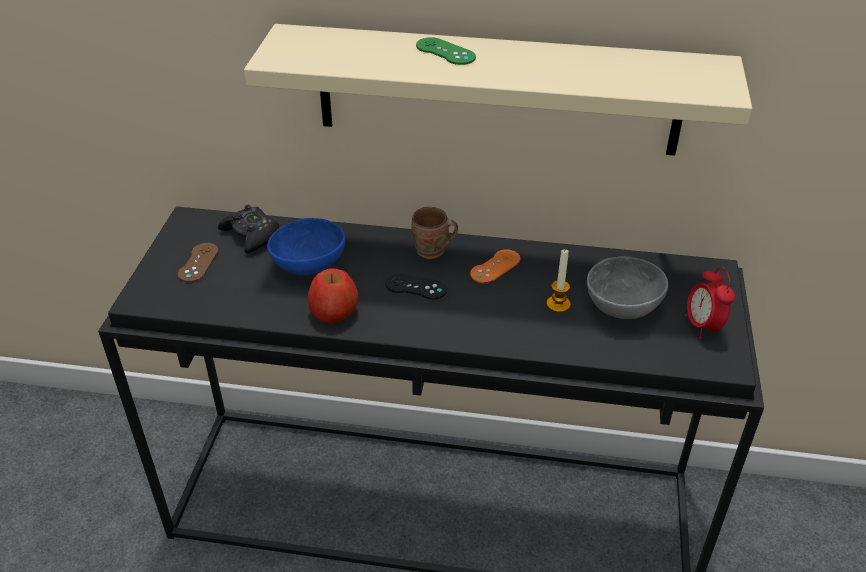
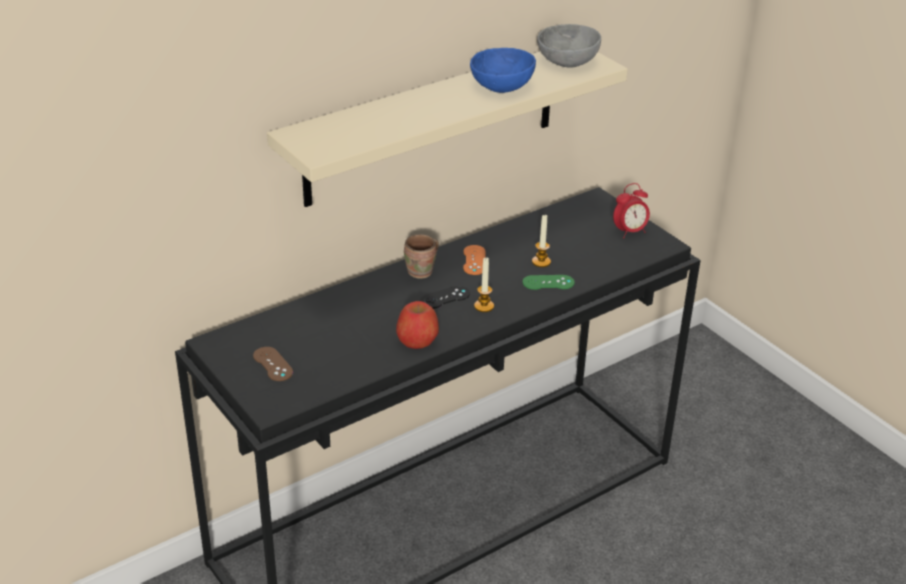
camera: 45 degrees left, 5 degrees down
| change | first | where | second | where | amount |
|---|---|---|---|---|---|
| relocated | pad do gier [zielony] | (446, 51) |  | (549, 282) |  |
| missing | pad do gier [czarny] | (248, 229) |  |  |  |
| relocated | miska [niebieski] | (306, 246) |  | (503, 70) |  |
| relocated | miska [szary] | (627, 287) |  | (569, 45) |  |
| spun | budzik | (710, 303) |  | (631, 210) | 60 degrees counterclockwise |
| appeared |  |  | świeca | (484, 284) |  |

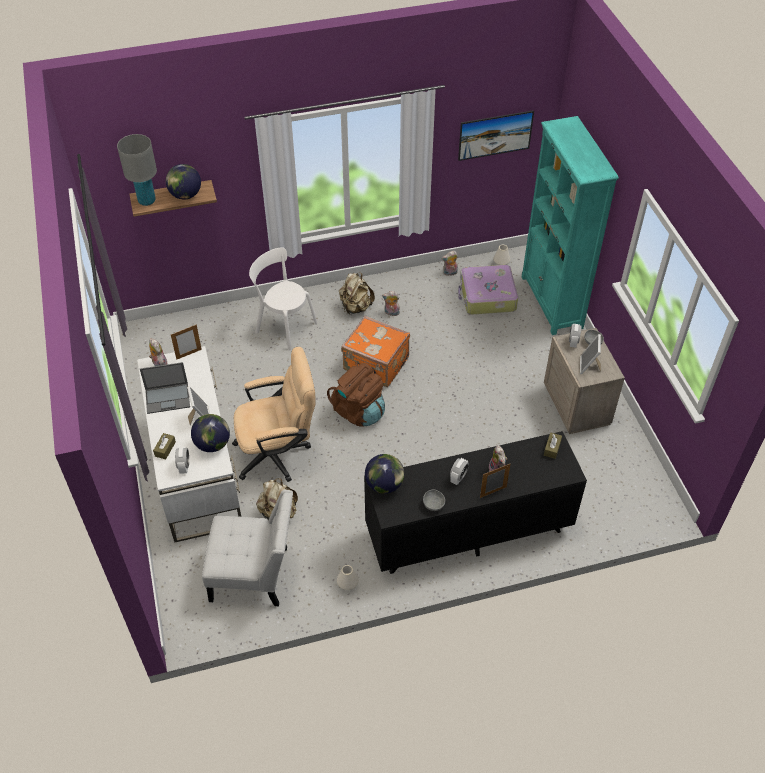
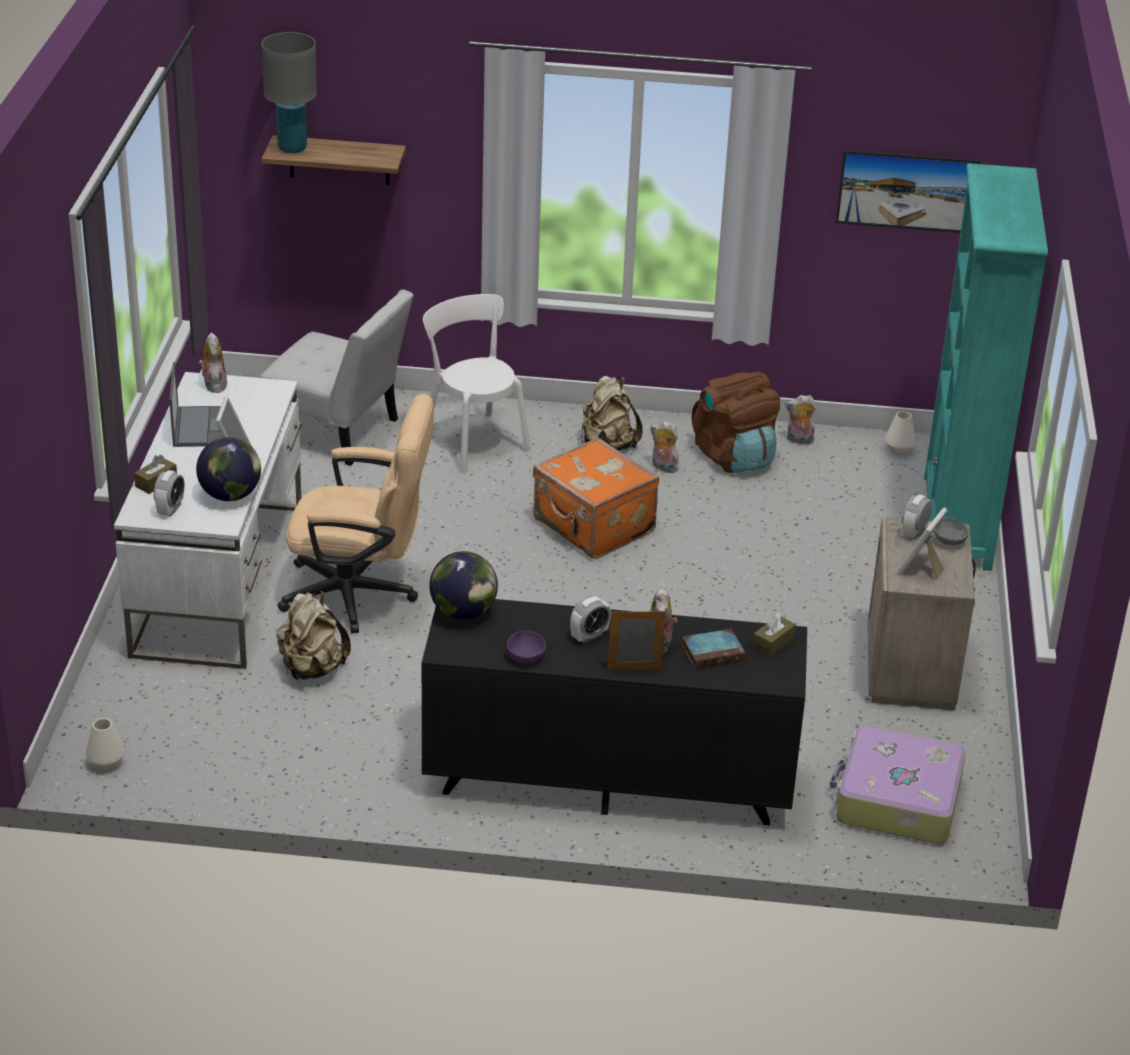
camera: 20 degrees right, 15 degrees down
| change | first | where | second | where | amount |
|---|---|---|---|---|---|
| missing | globus | (183, 182) |  |  |  |
| relocated | walizka | (488, 290) |  | (898, 785) |  |
| missing | ramka na zdjęcie | (186, 342) |  |  |  |
| spun | laptop | (165, 388) |  | (196, 404) | 105 degrees counterclockwise |
| relocated | plecak [brązowy] | (356, 394) |  | (736, 422) |  |
| relocated | krzesło [biały] | (247, 548) |  | (336, 378) |  |
| colour | miska [szary] | (434, 500) | miska [fioletowy] | (526, 647) |  |
| relocated | wazon [biały] | (348, 577) |  | (105, 744) |  |
| appeared |  |  | książka | (713, 649) |  |

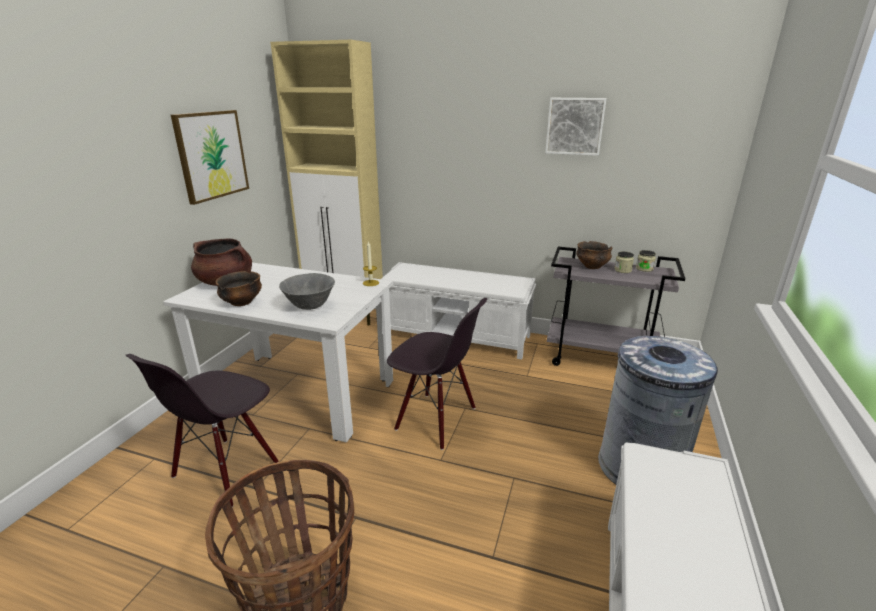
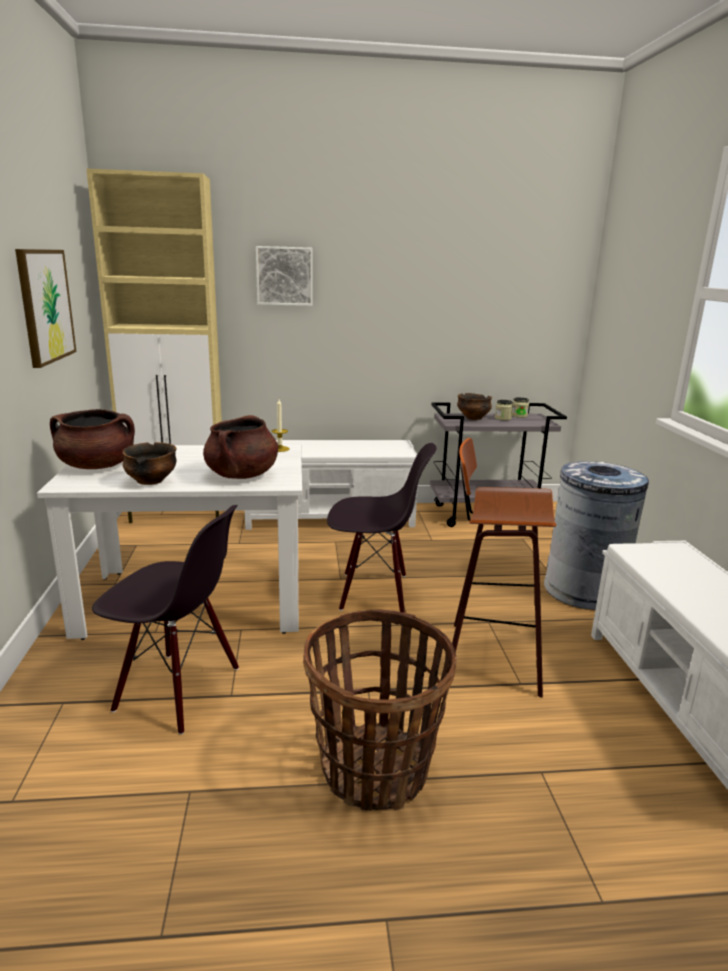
camera: 25 degrees left, 5 degrees down
| change | first | where | second | where | amount |
|---|---|---|---|---|---|
| relocated | obraz | (576, 127) |  | (284, 276) |  |
| exchanged | miska [szary] | (307, 291) | garnek [brązowy] | (240, 447) |  |
| spun | krzesło [czarny] | (202, 431) |  | (165, 620) | 75 degrees counterclockwise |
| appeared |  |  | stołek | (502, 568) |  |

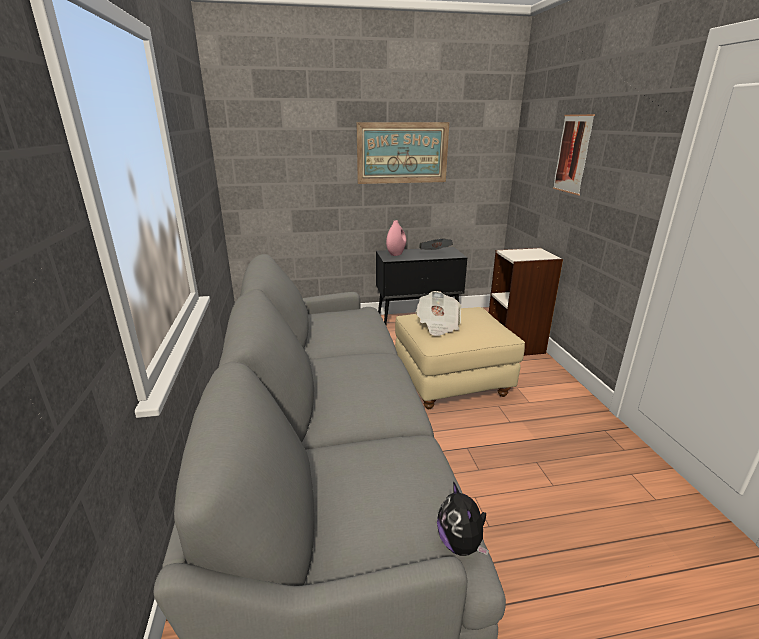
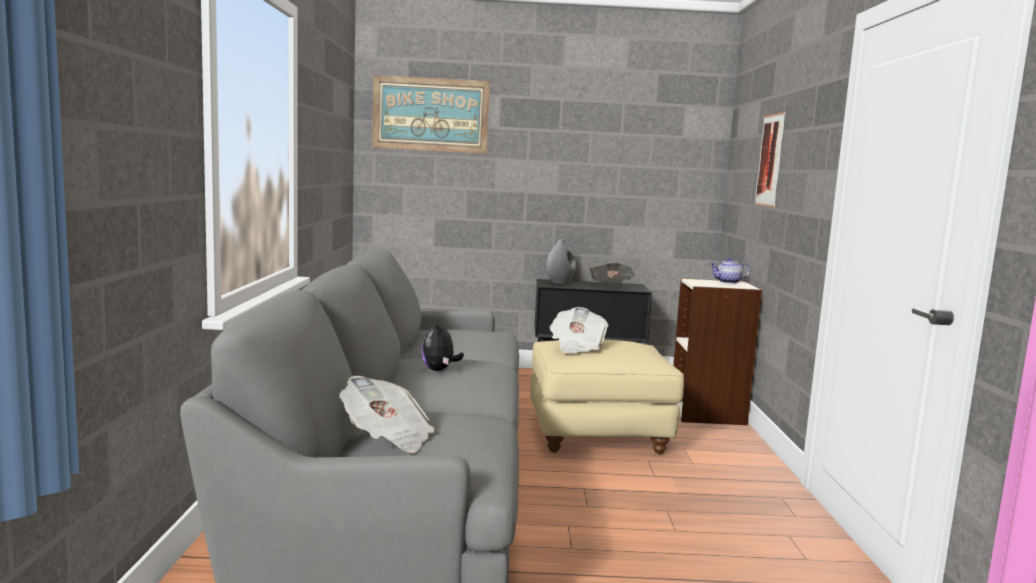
camera: 10 degrees right, 15 degrees down
| change | first | where | second | where | amount |
|---|---|---|---|---|---|
| relocated | obraz | (402, 153) |  | (431, 114) |  |
| colour | wazon [różowy] | (396, 238) | wazon [szary] | (561, 261) |  |
| relocated | pluszak | (463, 518) |  | (442, 346) |  |
| appeared |  |  | imbryk | (730, 270) |  |
| appeared |  |  | gazeta | (387, 414) |  |

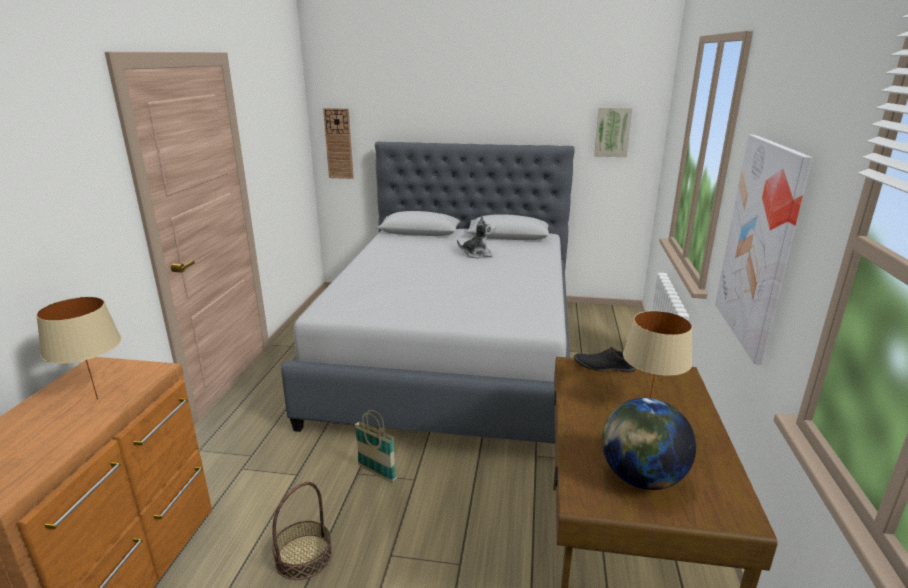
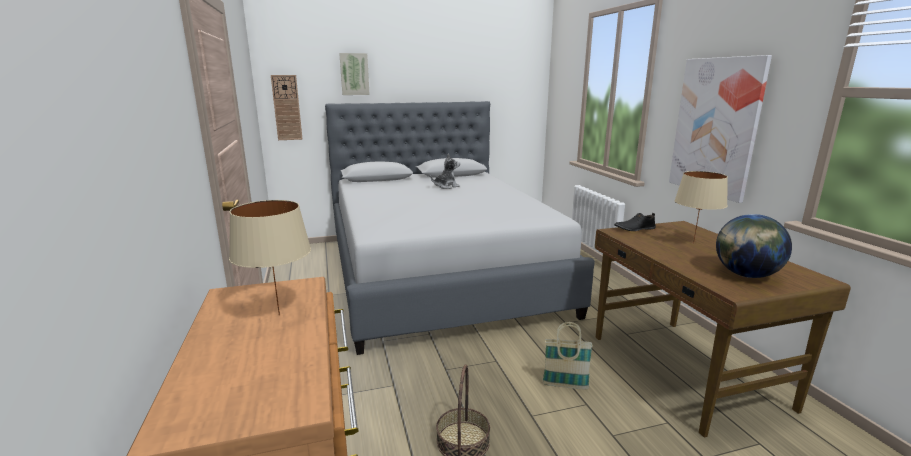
camera: 25 degrees left, 5 degrees down
| change | first | where | second | where | amount |
|---|---|---|---|---|---|
| relocated | obraz | (613, 132) |  | (354, 74) |  |
| relocated | koszyk | (376, 446) |  | (568, 356) |  |

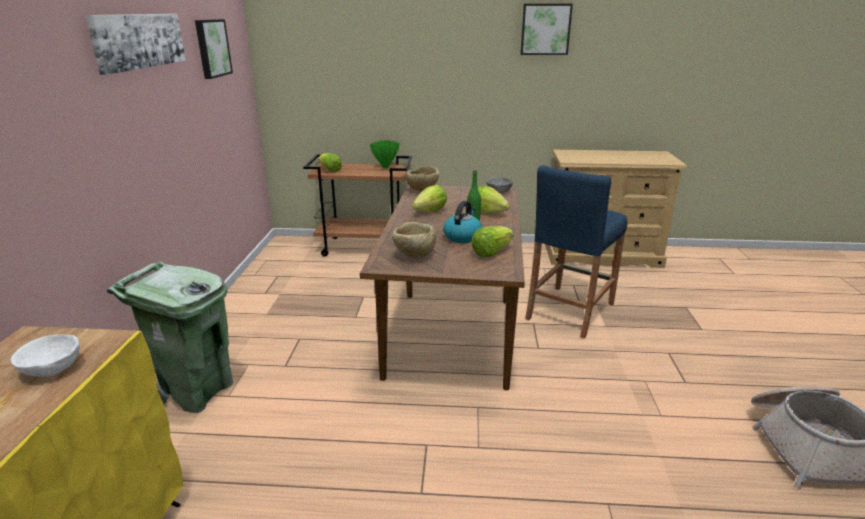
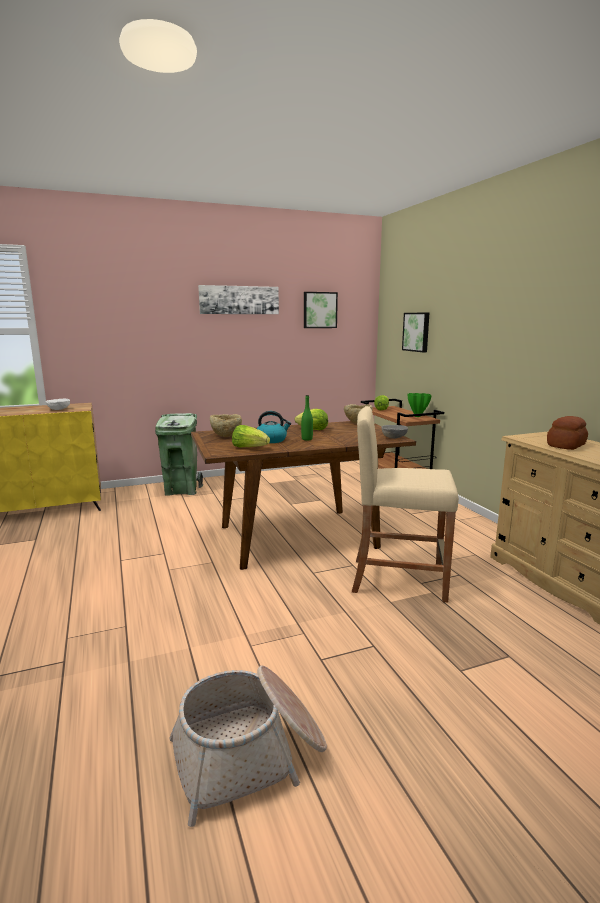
camera: 65 degrees right, 10 degrees down
| change | first | where | second | where | amount |
|---|---|---|---|---|---|
| relocated | obraz | (546, 29) |  | (415, 332) |  |
| colour | stołek [niebieski] | (576, 252) | stołek [beżowy] | (405, 504) |  |
| missing | sałata | (494, 200) |  |  |  |
| appeared |  |  | chleb | (567, 433) |  |

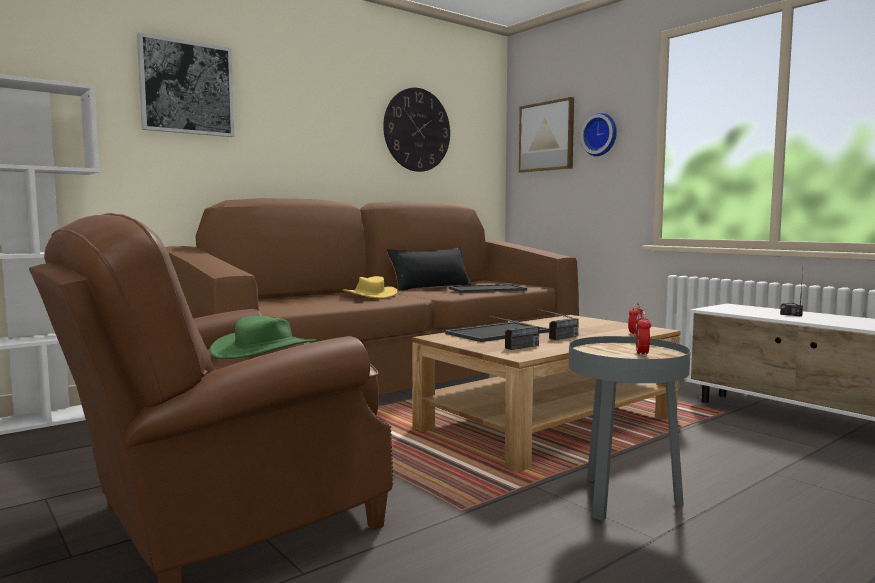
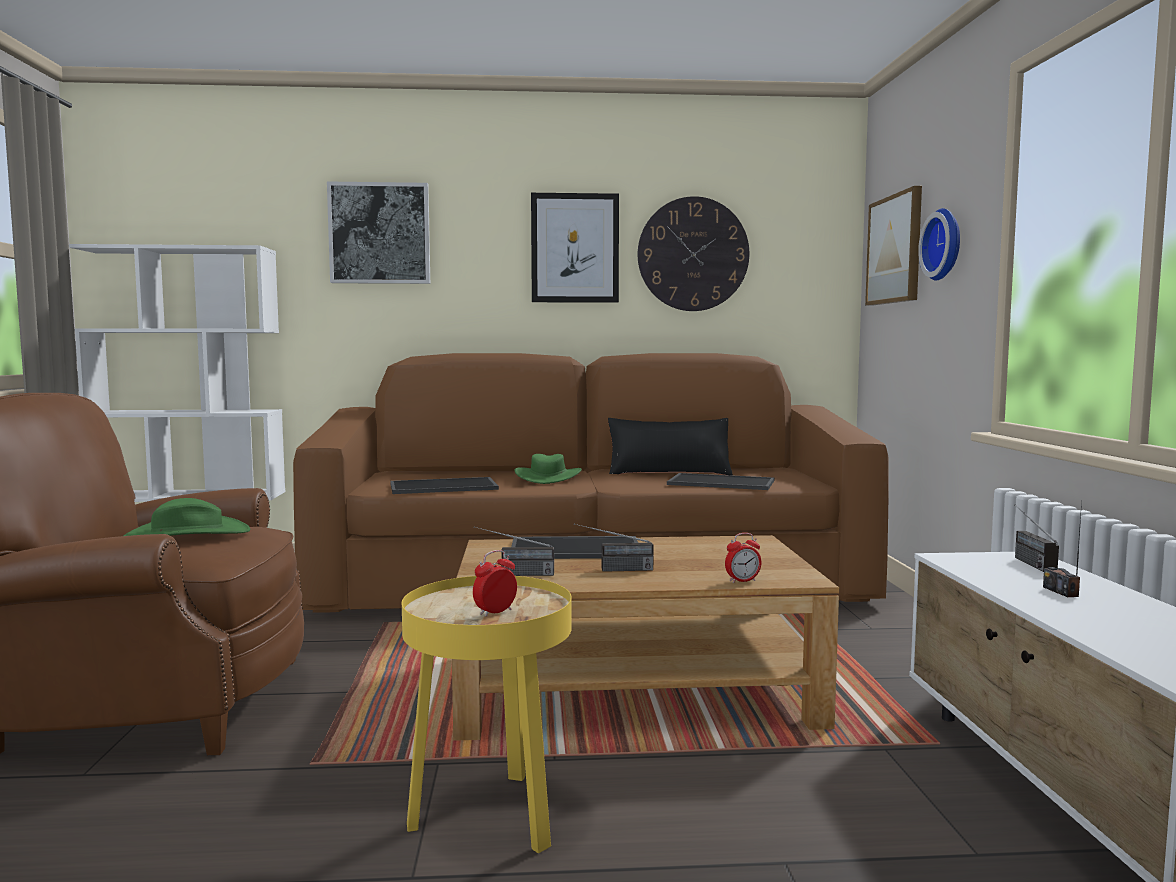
camera: 35 degrees right, 0 degrees up
| change | first | where | second | where | amount |
|---|---|---|---|---|---|
| colour | kapelusz [żółty] | (370, 287) | kapelusz [zielony] | (548, 469) |  |
| colour | stolik [szary] | (630, 428) | stolik [żółty] | (487, 714) |  |
| appeared |  |  | obraz | (575, 248) |  |
| appeared |  |  | taca | (444, 485) |  |
| appeared |  |  | radio | (1036, 538) |  |

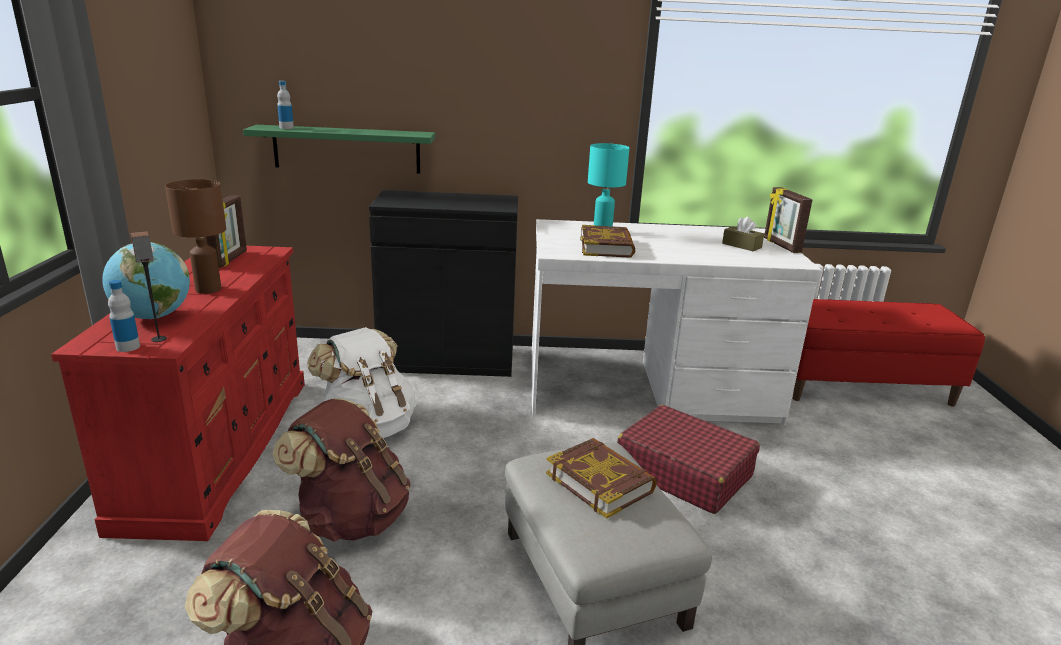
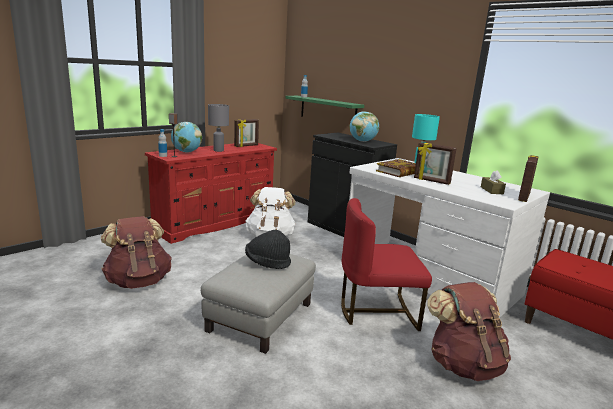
camera: 45 degrees right, 5 degrees down
| change | first | where | second | where | amount |
|---|---|---|---|---|---|
| colour | lampa stołowa [brązowy] | (195, 236) | lampa stołowa [szary] | (218, 128) |  |
| relocated | plecak [brązowy] | (341, 470) |  | (469, 331) |  |
| exchanged | walizka [czerwony] | (688, 459) | krzesło [czerwony] | (386, 264) |  |
| exchanged | książka | (601, 478) | kapelusz [czarny] | (268, 249) |  |
| appeared |  |  | globus | (364, 126) |  |
| appeared |  |  | ramka na zdjęcie | (435, 163) |  |

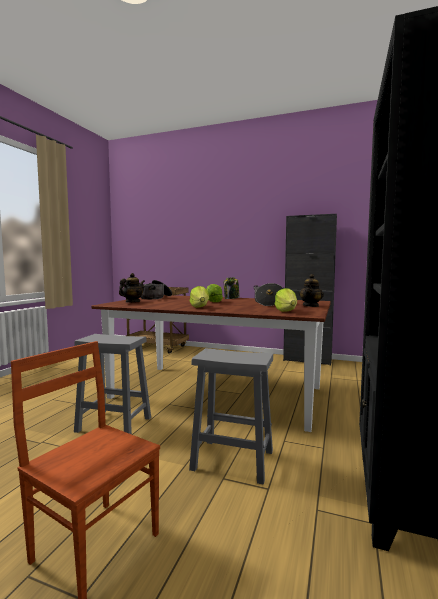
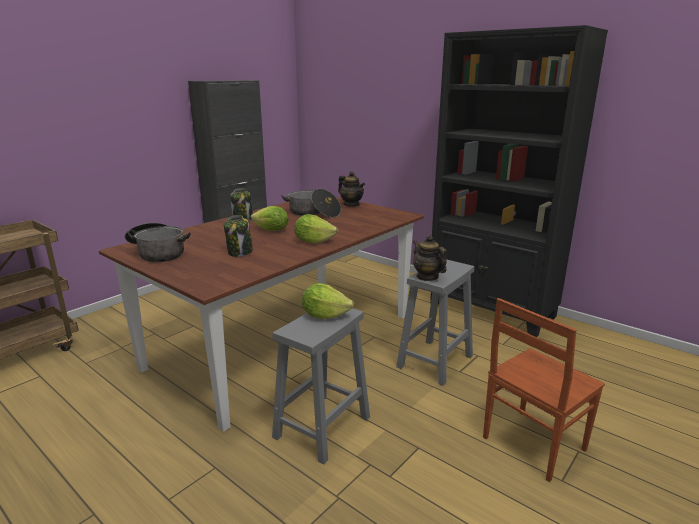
camera: 70 degrees left, 15 degrees up
| change | first | where | second | where | amount |
|---|---|---|---|---|---|
| relocated | imbryk | (132, 288) |  | (430, 258) |  |
| relocated | sałata | (286, 300) |  | (328, 301) |  |
| appeared |  |  | słoik | (238, 236) |  |

